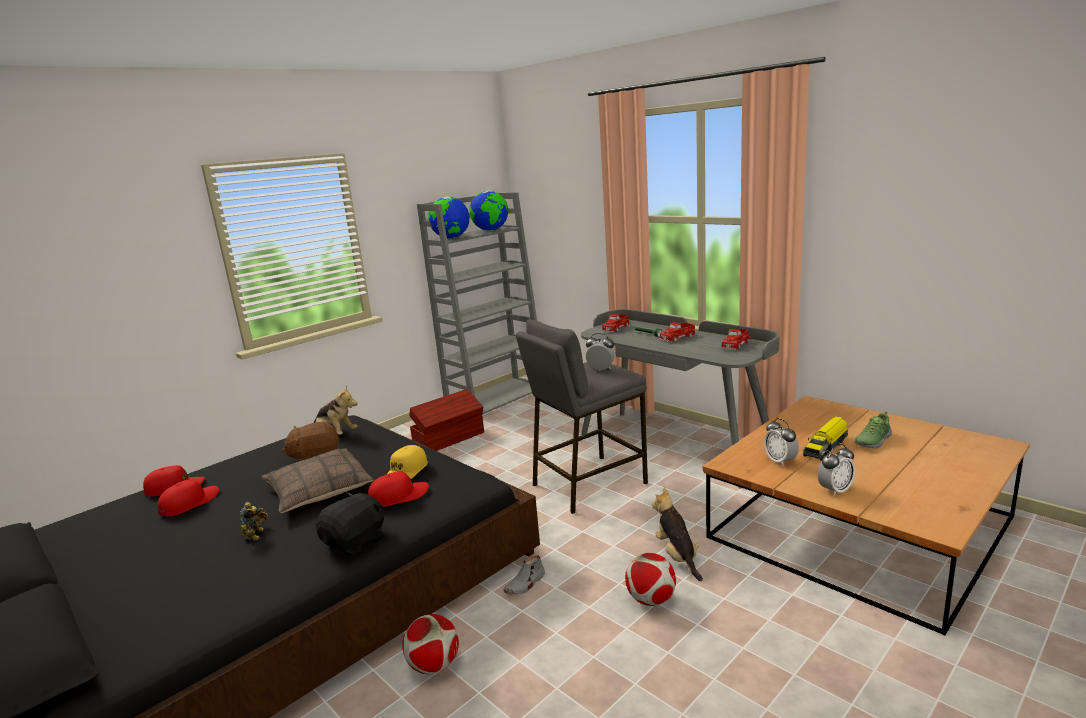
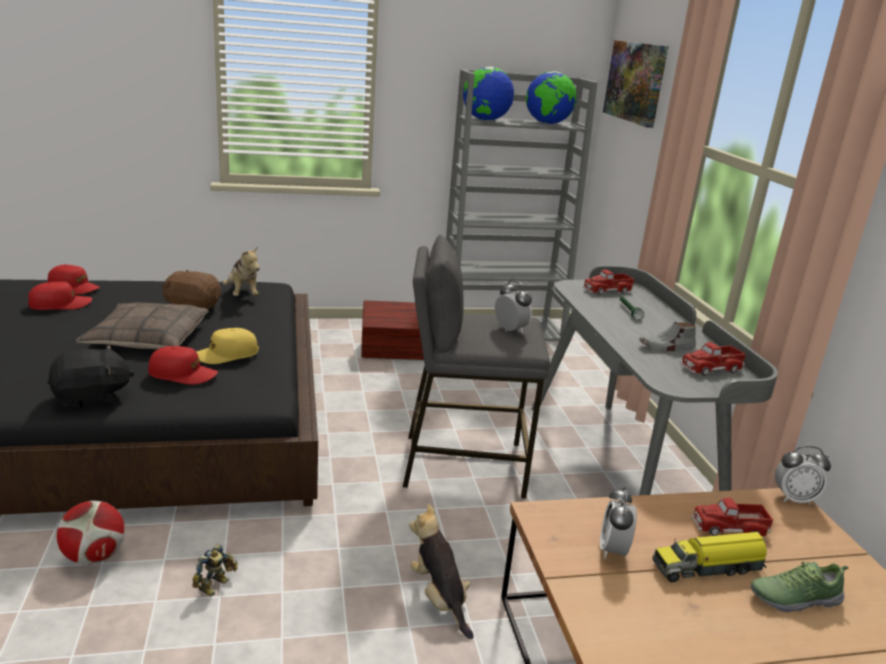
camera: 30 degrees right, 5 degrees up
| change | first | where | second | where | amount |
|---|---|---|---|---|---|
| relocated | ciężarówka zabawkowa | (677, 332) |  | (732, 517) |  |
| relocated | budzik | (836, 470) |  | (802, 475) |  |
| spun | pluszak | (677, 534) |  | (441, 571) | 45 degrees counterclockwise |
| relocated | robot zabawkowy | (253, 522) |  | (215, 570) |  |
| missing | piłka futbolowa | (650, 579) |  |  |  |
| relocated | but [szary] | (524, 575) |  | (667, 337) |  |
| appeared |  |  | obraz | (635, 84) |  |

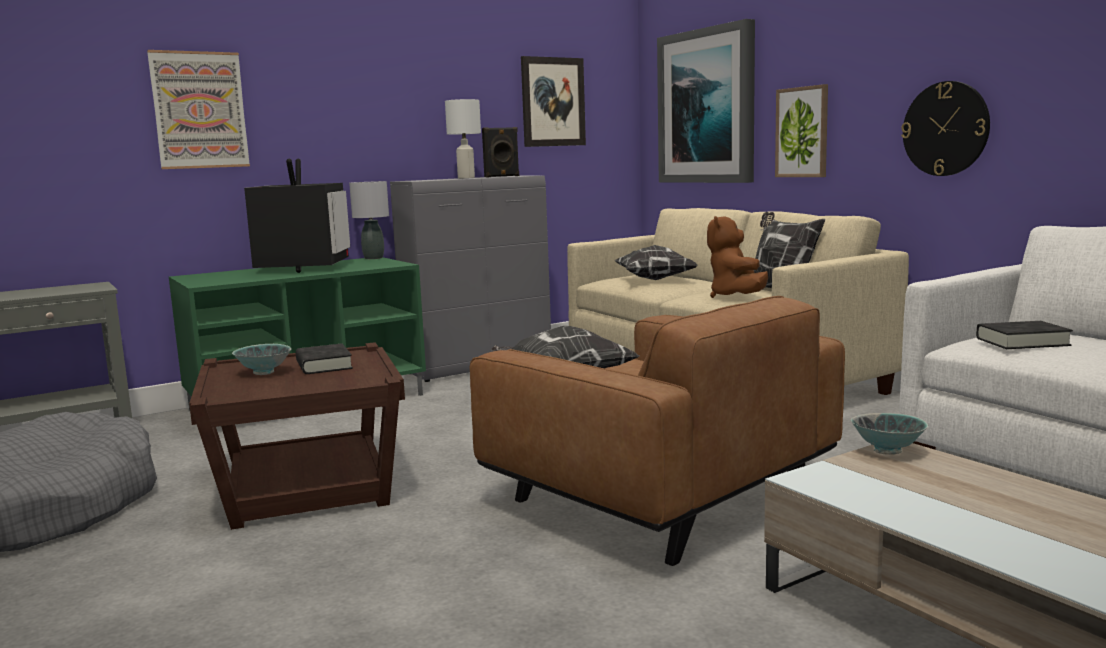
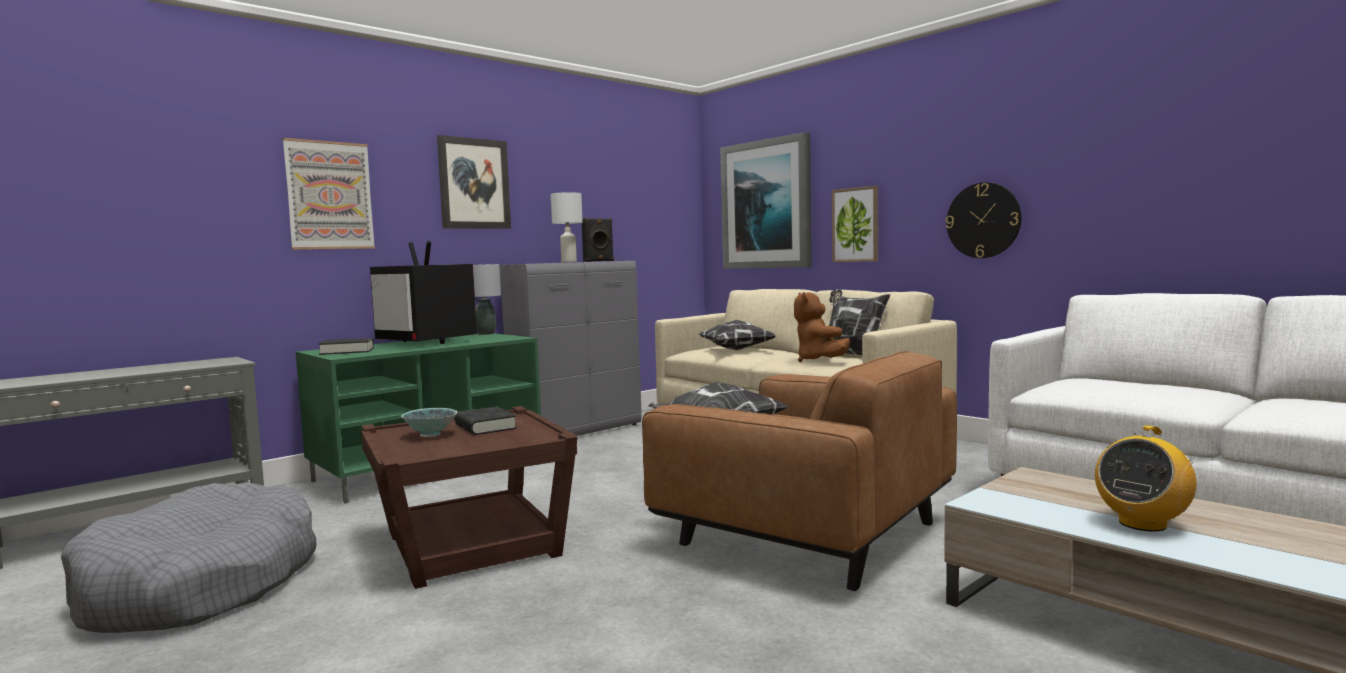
camera: 10 degrees left, 5 degrees down
| change | first | where | second | where | amount |
|---|---|---|---|---|---|
| relocated | obraz | (553, 101) |  | (474, 182) |  |
| spun | telewizor | (297, 216) |  | (423, 292) | 135 degrees clockwise |
| relocated | książka [czarny] | (1024, 335) |  | (346, 346) |  |
| missing | miska | (889, 434) |  |  |  |
| appeared |  |  | radio | (1146, 478) |  |

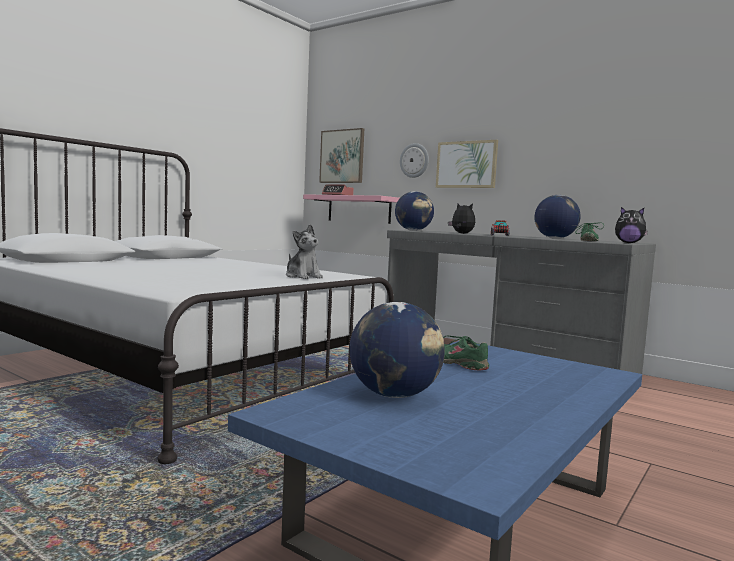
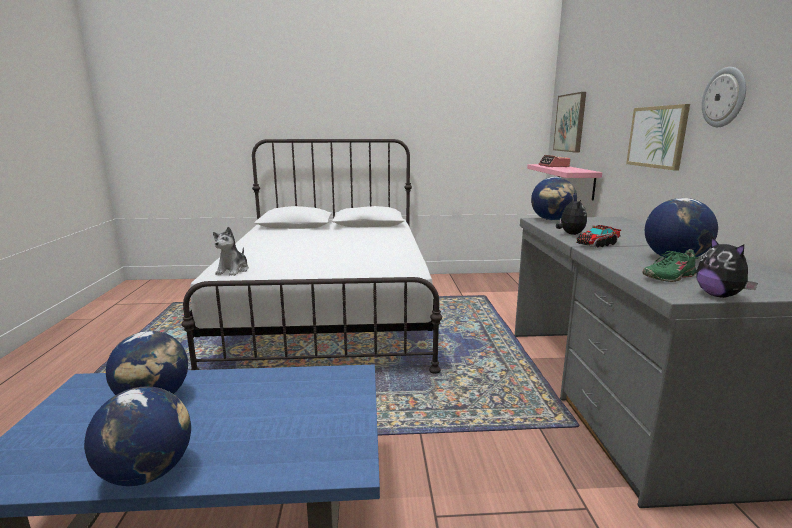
camera: 50 degrees right, 10 degrees up
| change | first | where | second | where | amount |
|---|---|---|---|---|---|
| relocated | zegar ścienny | (414, 160) |  | (724, 97) |  |
| relocated | pluszak | (304, 251) |  | (231, 251) |  |
| missing | but [zielony] | (466, 353) |  |  |  |
| appeared |  |  | globus | (137, 436) |  |

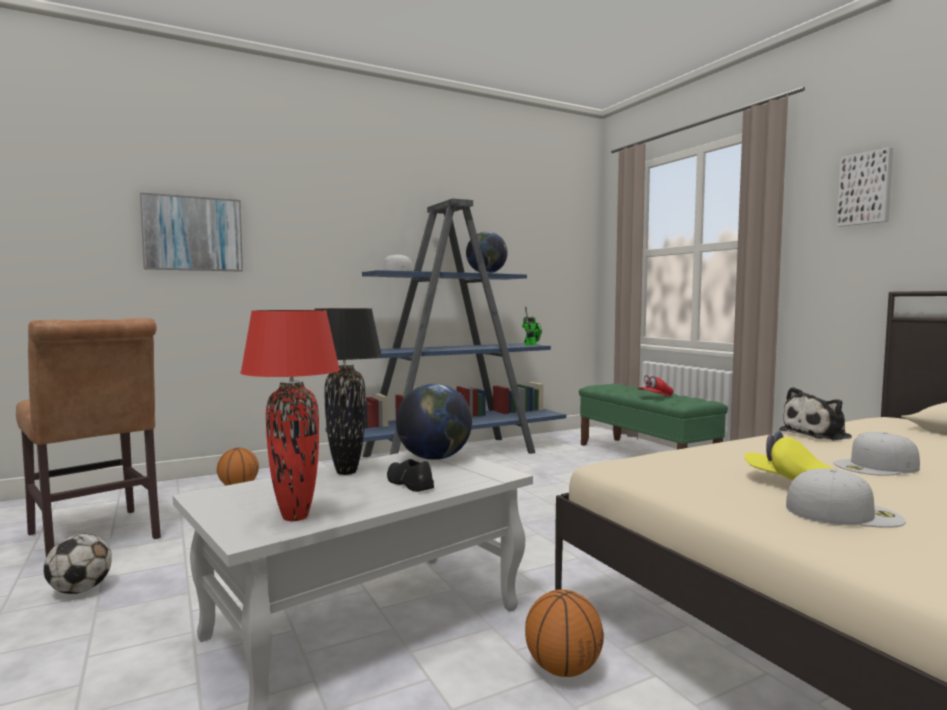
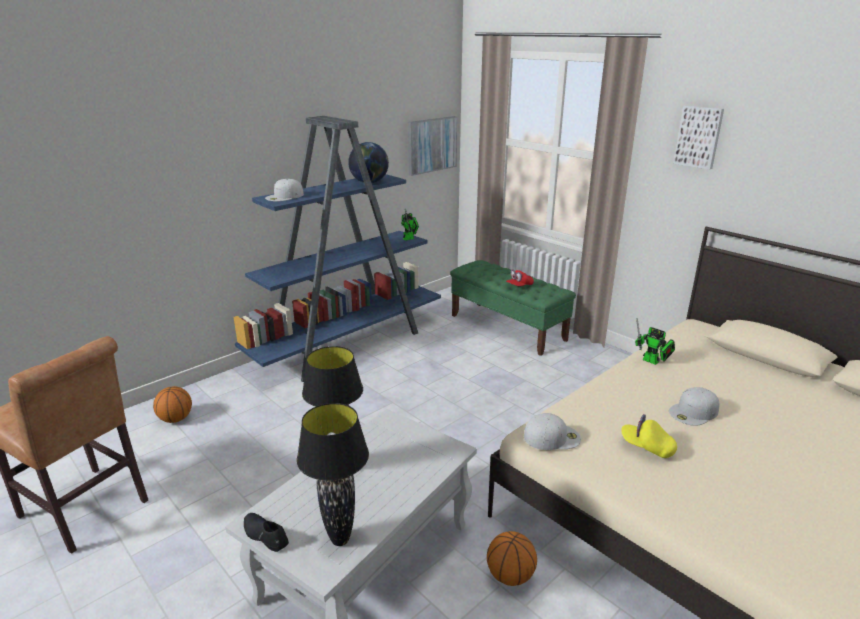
camera: 15 degrees left, 20 degrees up
| change | first | where | second | where | amount |
|---|---|---|---|---|---|
| relocated | obraz | (191, 232) |  | (432, 146) |  |
| colour | lampa stołowa [czerwony] | (290, 415) | lampa stołowa [czarny] | (333, 474) |  |
| missing | globus | (434, 422) |  |  |  |
| exchanged | pluszak | (815, 414) | robot zabawkowy | (655, 341) |  |
| relocated | but [czarny] | (410, 475) |  | (266, 532) |  |
| relocated | czapka z daszkiem [biały] | (846, 498) |  | (552, 431) |  |
| missing | piłka futbolowa | (78, 564) |  |  |  |

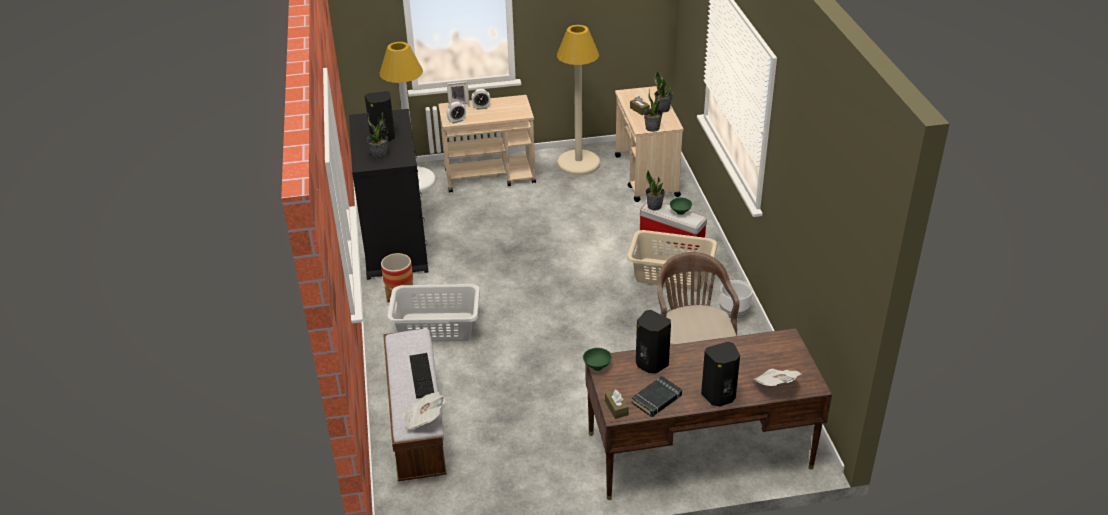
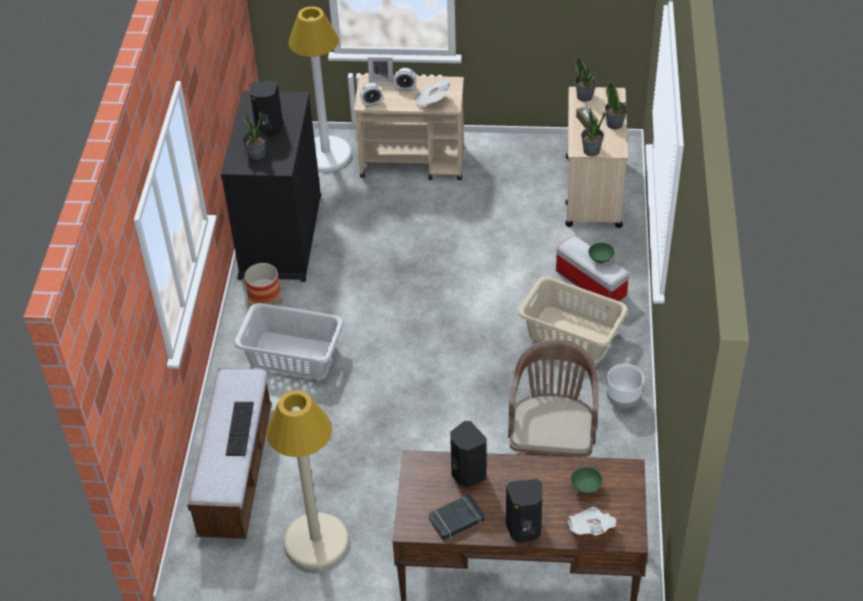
camera: 15 degrees right, 10 degrees up
| change | first | where | second | where | amount |
|---|---|---|---|---|---|
| relocated | lampa stojąca [beżowy] | (578, 100) |  | (307, 480) |  |
| relocated | roślina doniczkowa | (655, 190) |  | (586, 79) |  |
| relocated | miska [zielony] | (597, 359) |  | (586, 480) |  |
| missing | pudełko chusteczek [brązowy] | (617, 404) |  |  |  |
| relocated | gazeta | (423, 411) |  | (432, 93) |  |

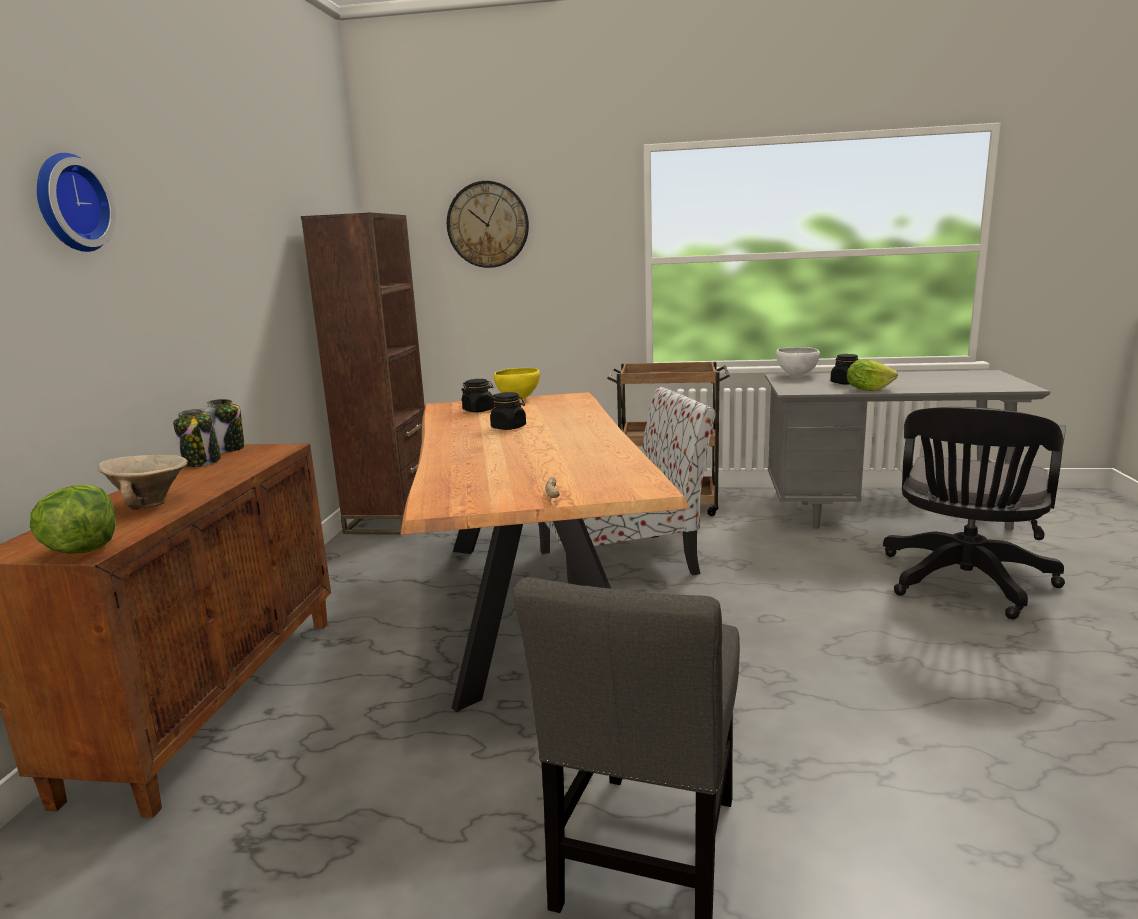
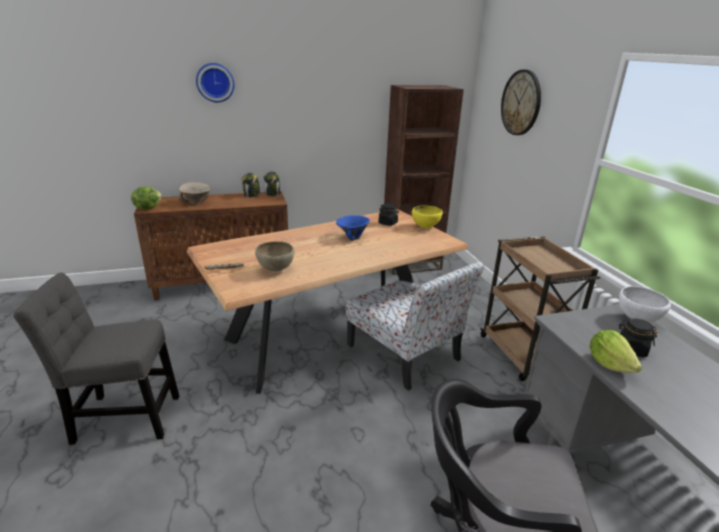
camera: 65 degrees right, 10 degrees up
| change | first | where | second | where | amount |
|---|---|---|---|---|---|
| exchanged | słoik [czarny] | (508, 411) | miska [niebieski] | (353, 228) |  |
| appeared |  |  | miska [brązowy] | (275, 256) |  |

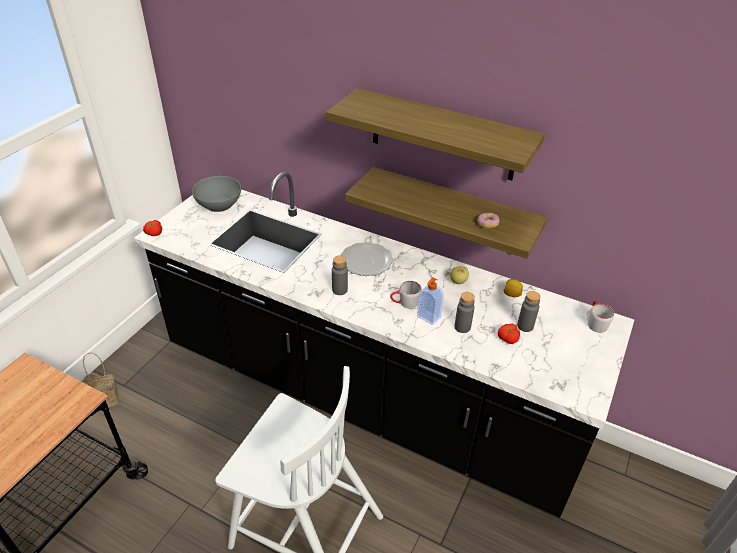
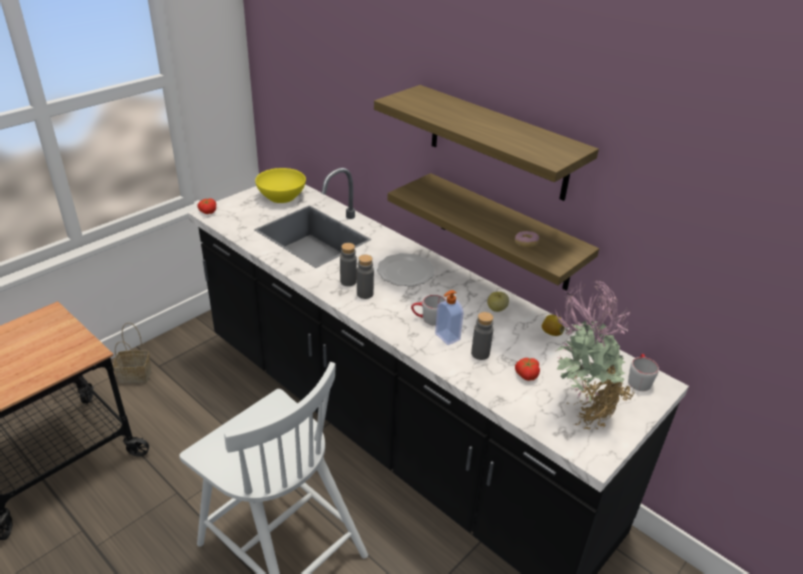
camera: 15 degrees right, 5 degrees down
| change | first | where | second | where | amount |
|---|---|---|---|---|---|
| colour | miska [szary] | (216, 194) | miska [żółty] | (280, 185) |  |
| relocated | butelka [szary] | (528, 311) |  | (348, 264) |  |
| appeared |  |  | roślina doniczkowa | (595, 354) |  |

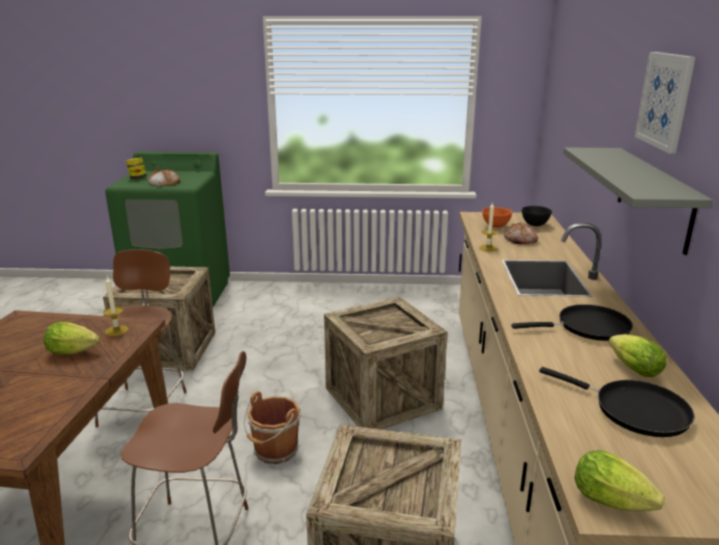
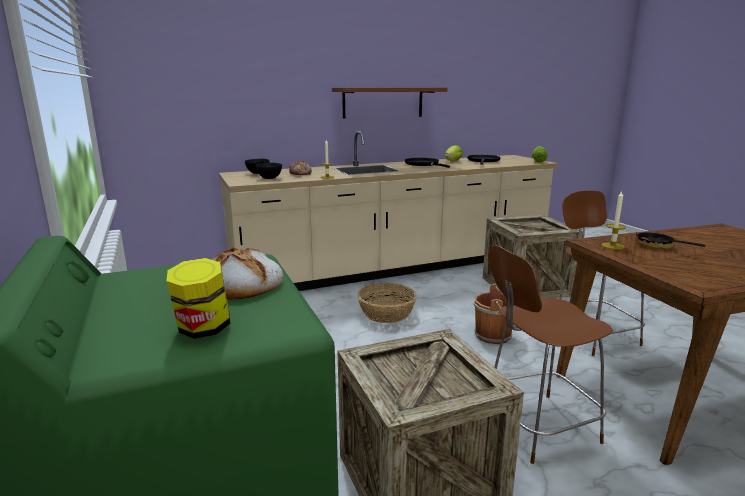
camera: 115 degrees left, 5 degrees down
| change | first | where | second | where | amount |
|---|---|---|---|---|---|
| missing | obraz | (665, 102) |  |  |  |
| colour | półka [szary] | (638, 201) | półka [brązowy] | (389, 103) |  |
| colour | miska [pomarańczowy] | (497, 217) | miska [czarny] | (269, 171) |  |
| exchanged | skrzynka | (385, 363) | koszyk | (387, 303) |  |
| exchanged | sałata | (71, 338) | patelnia | (670, 240) |  |

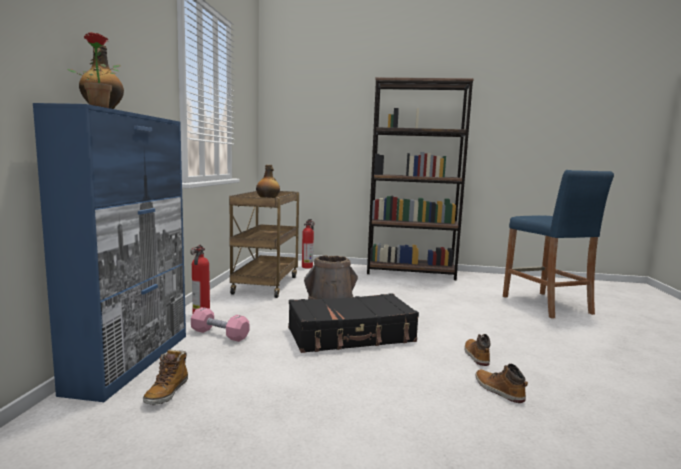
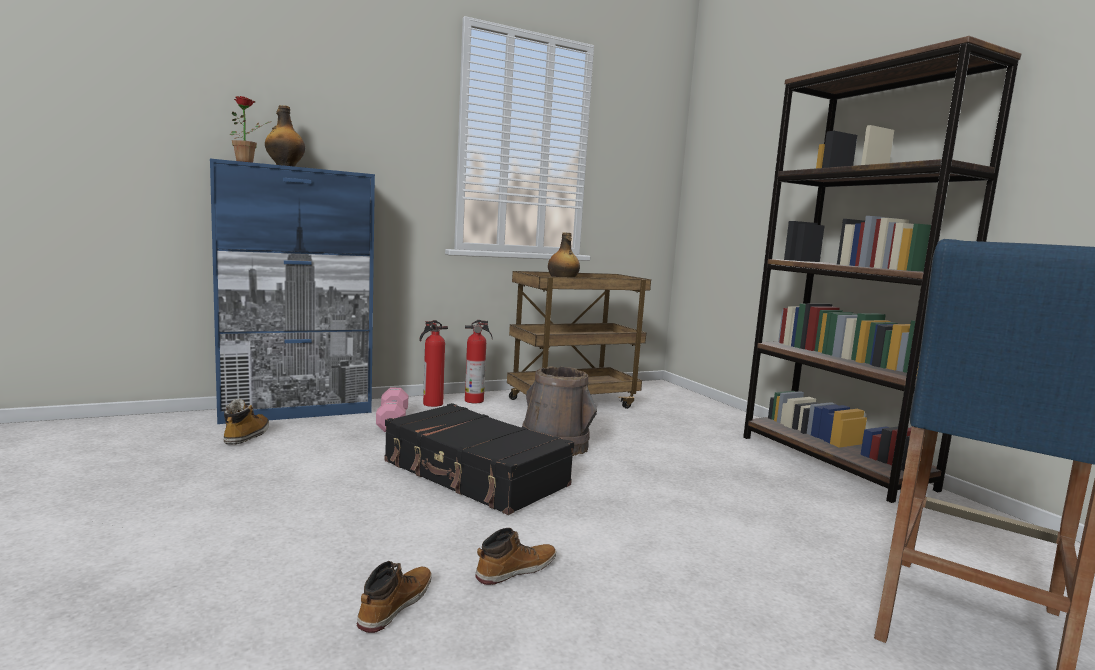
camera: 55 degrees right, 0 degrees up
| change | first | where | second | where | amount |
|---|---|---|---|---|---|
| relocated | gaśnica | (308, 244) |  | (479, 361) |  |
| spun | but z cholewką | (165, 377) |  | (246, 422) | 120 degrees clockwise |

